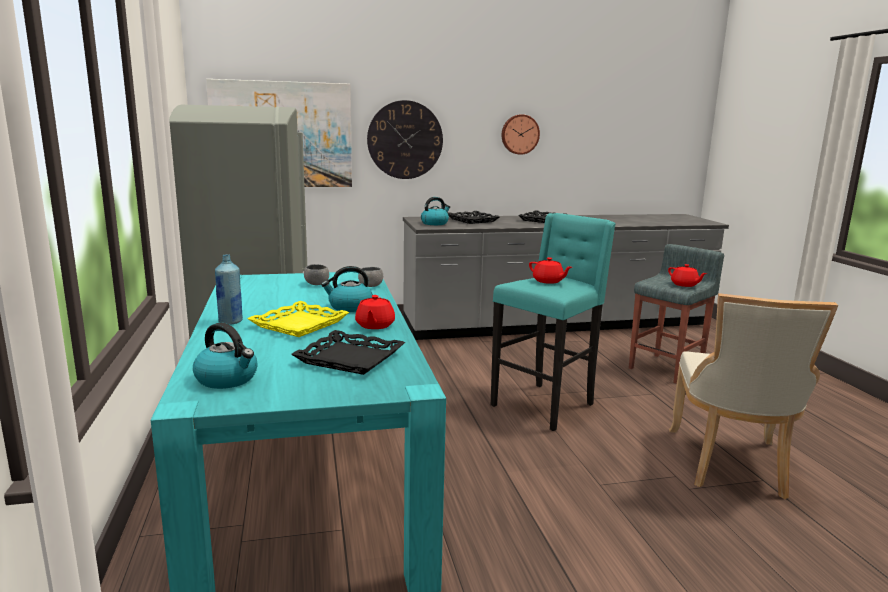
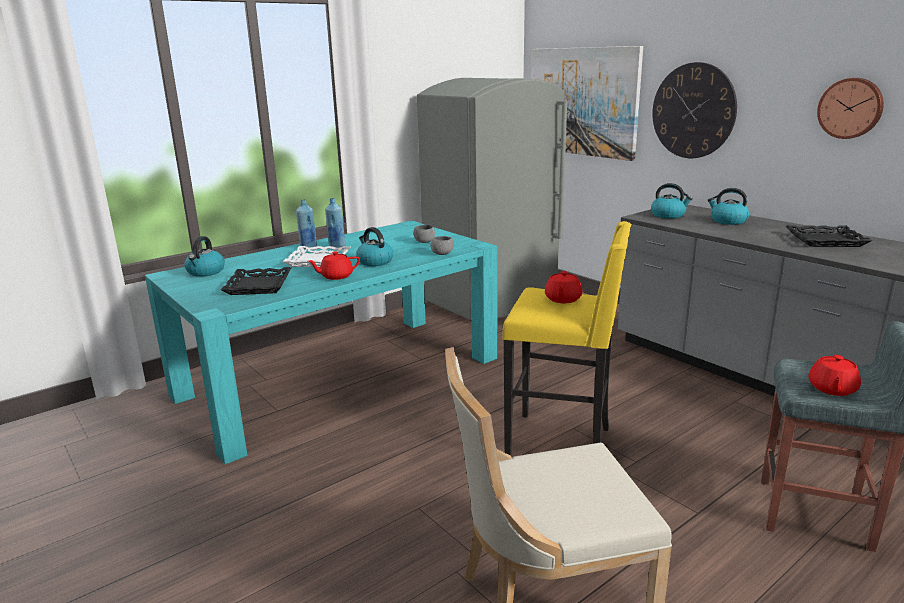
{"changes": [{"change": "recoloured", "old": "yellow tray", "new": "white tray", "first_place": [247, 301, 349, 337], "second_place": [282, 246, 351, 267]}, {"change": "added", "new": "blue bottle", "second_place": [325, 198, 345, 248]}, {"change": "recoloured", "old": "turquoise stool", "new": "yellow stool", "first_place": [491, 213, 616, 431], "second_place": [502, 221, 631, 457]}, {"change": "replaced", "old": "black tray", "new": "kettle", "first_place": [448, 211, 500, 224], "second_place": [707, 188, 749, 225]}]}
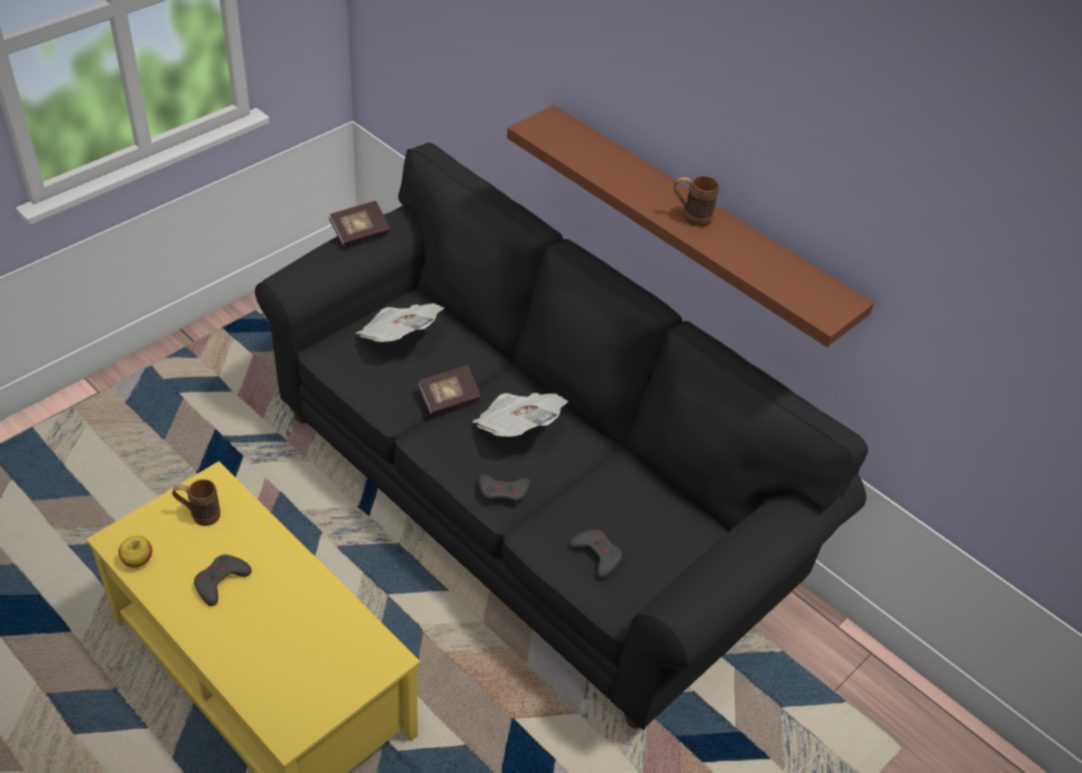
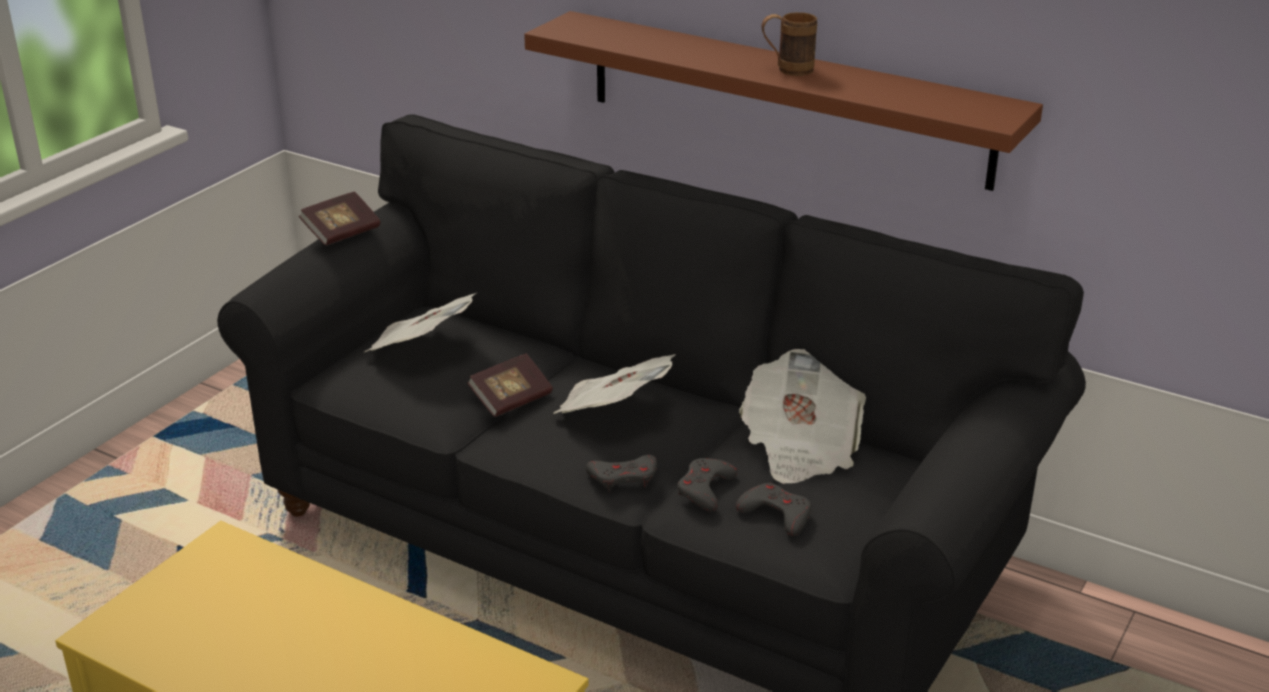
{"changes": [{"change": "moved", "old": "grey game controller", "first_place": [194, 554, 252, 606], "second_place": [678, 458, 737, 511]}, {"change": "added", "new": "newspaper", "second_place": [739, 349, 866, 484]}, {"change": "removed", "old": "apple", "first_place": [119, 536, 152, 568]}, {"change": "removed", "old": "brown mug", "first_place": [172, 479, 220, 526]}]}
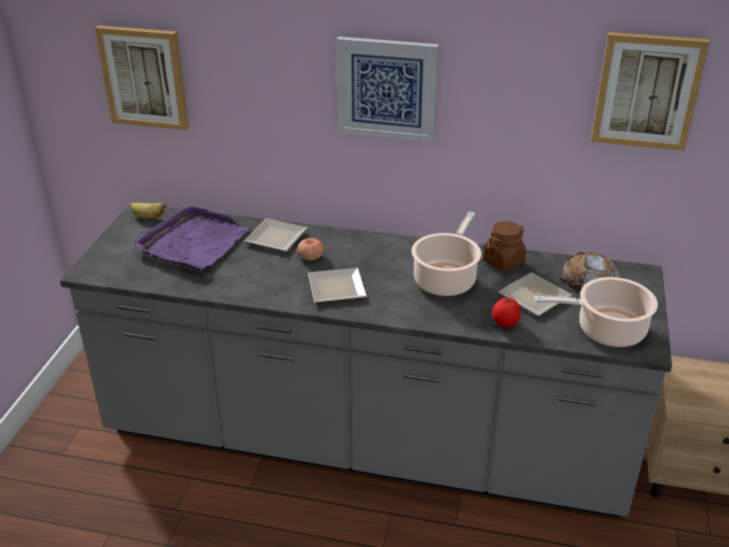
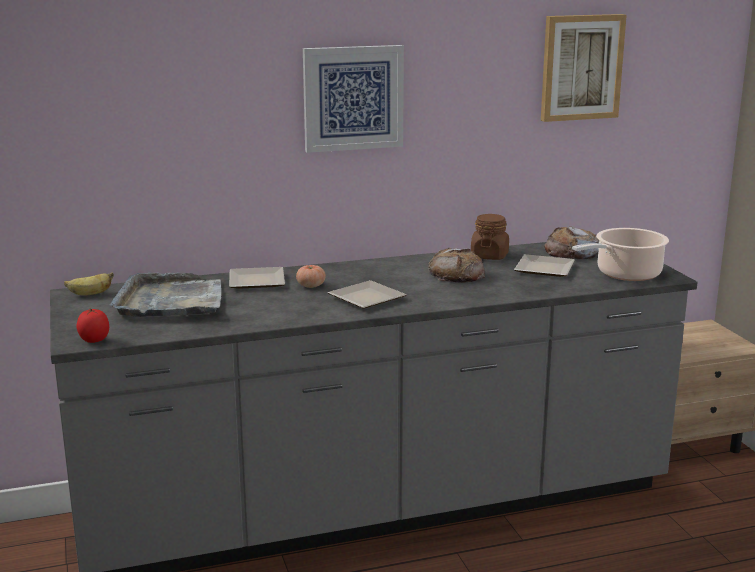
{"changes": [{"change": "moved", "old": "tomato", "first_place": [492, 297, 520, 327], "second_place": [76, 309, 109, 343]}, {"change": "recoloured", "old": "purple tray", "new": "grey tray", "first_place": [134, 206, 249, 271], "second_place": [110, 272, 221, 317]}, {"change": "replaced", "old": "cooking pot", "new": "bread", "first_place": [412, 212, 481, 296], "second_place": [428, 248, 485, 283]}, {"change": "removed", "old": "picture", "first_place": [95, 25, 189, 130]}]}
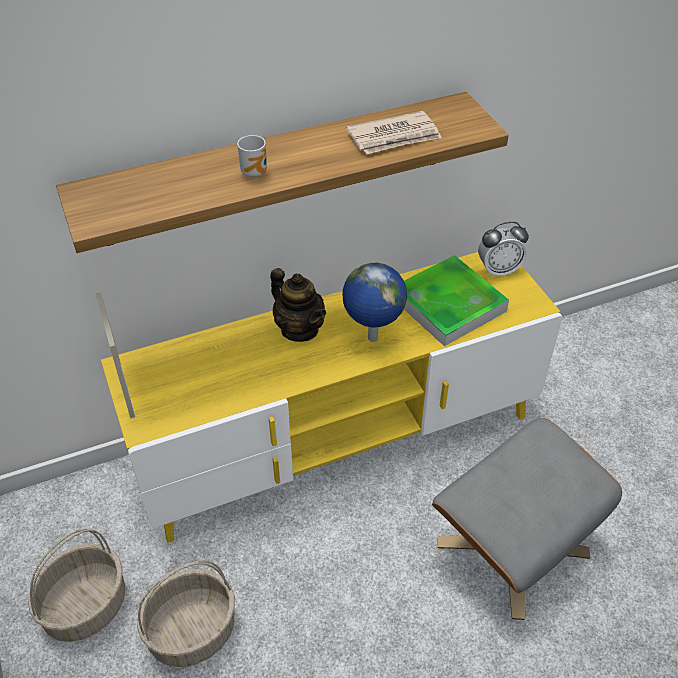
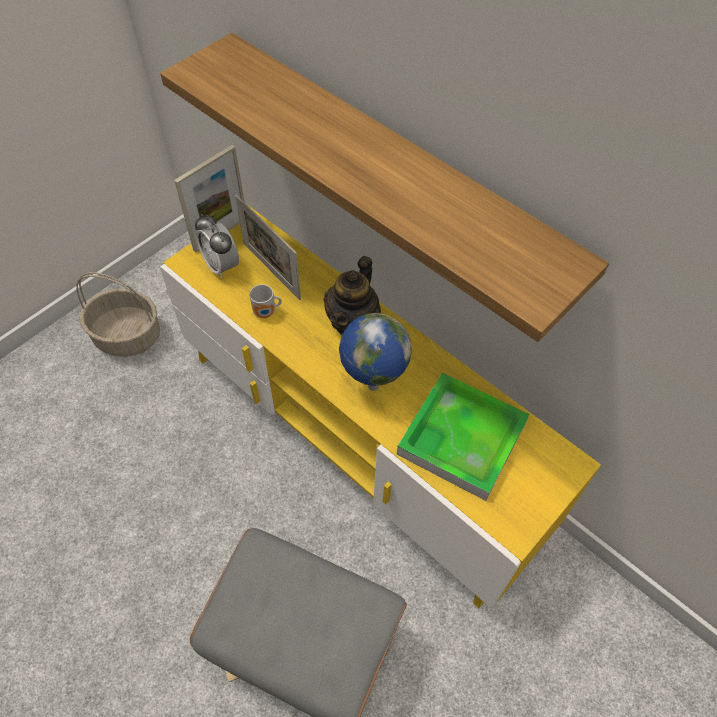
{"changes": [{"change": "moved", "old": "alarm clock", "first_place": [478, 222, 529, 277], "second_place": [195, 214, 239, 278]}, {"change": "added", "new": "picture frame", "second_place": [235, 195, 301, 300]}, {"change": "moved", "old": "mug", "first_place": [237, 135, 267, 178], "second_place": [249, 284, 282, 318]}, {"change": "removed", "old": "basket", "first_place": [137, 560, 235, 667]}, {"change": "removed", "old": "newspaper", "first_place": [346, 111, 442, 154]}]}
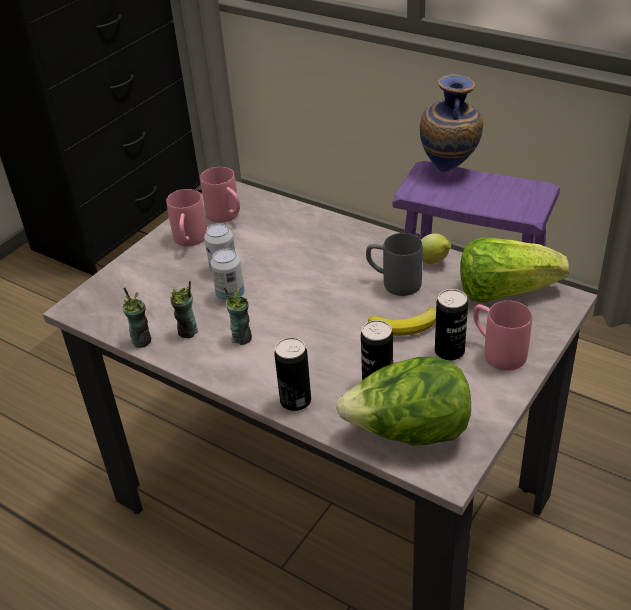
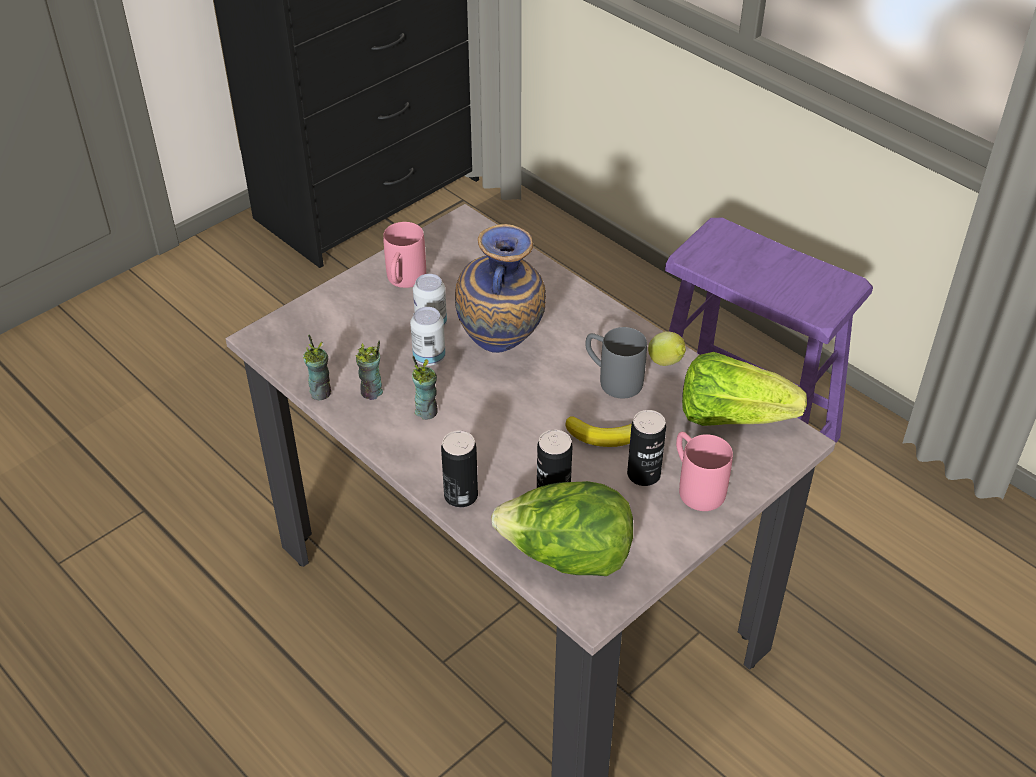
{"changes": [{"change": "moved", "old": "vase", "first_place": [420, 74, 483, 172], "second_place": [455, 224, 546, 353]}, {"change": "removed", "old": "pink mug", "first_place": [200, 167, 240, 222]}]}
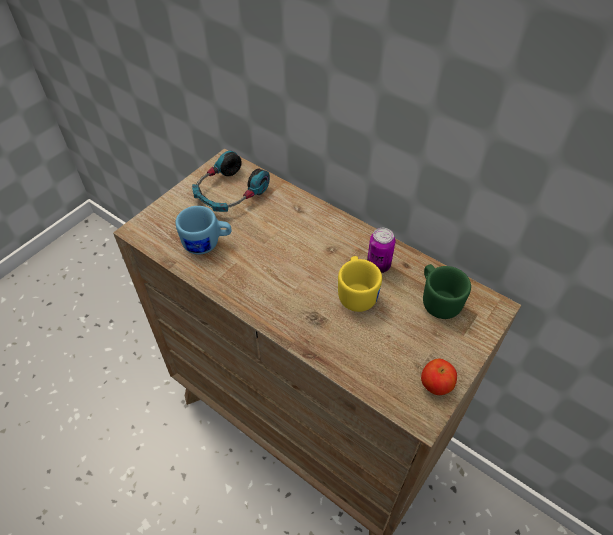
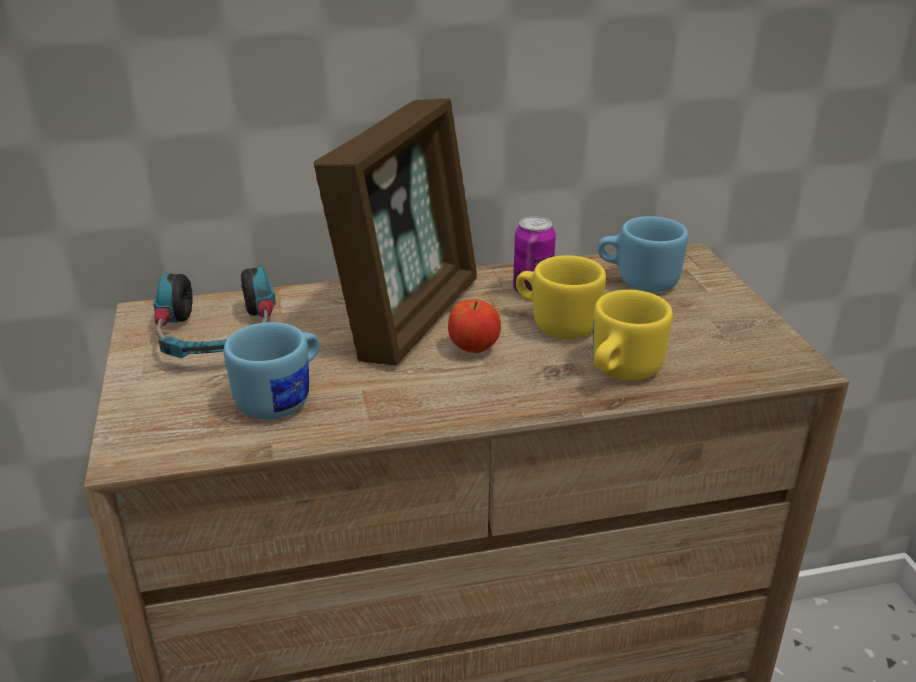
{"changes": [{"change": "added", "new": "picture frame", "second_place": [314, 98, 477, 365]}, {"change": "moved", "old": "apple", "first_place": [421, 359, 457, 395], "second_place": [448, 299, 501, 353]}, {"change": "added", "new": "yellow mug", "second_place": [593, 290, 673, 380]}, {"change": "recoloured", "old": "green mug", "new": "blue mug", "first_place": [423, 264, 471, 319], "second_place": [598, 216, 688, 292]}]}
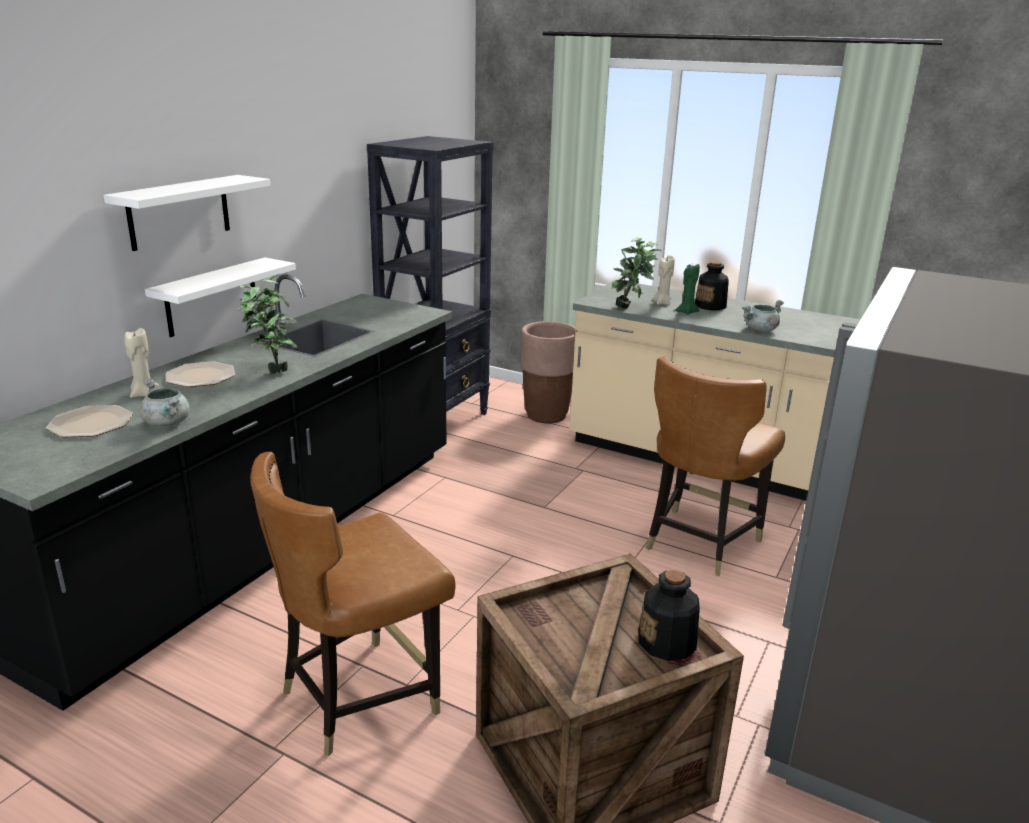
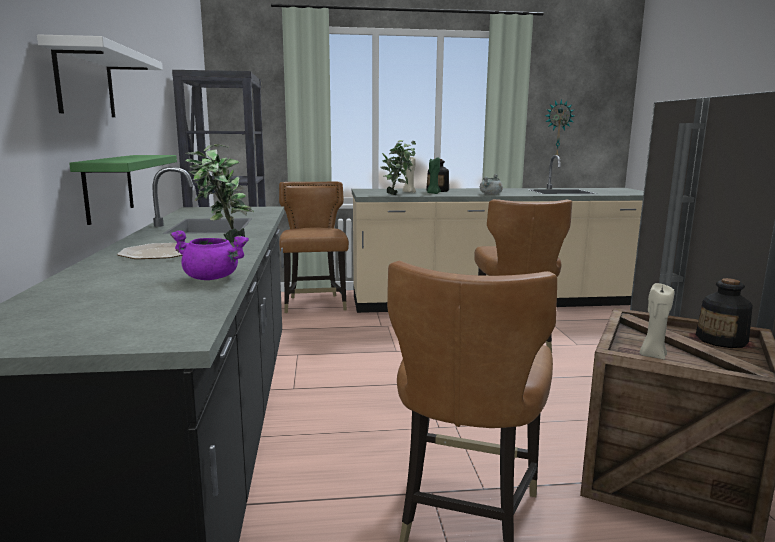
{"changes": [{"change": "recoloured", "old": "white shelf", "new": "green shelf", "first_place": [145, 257, 296, 337], "second_place": [69, 155, 177, 225]}, {"change": "recoloured", "old": "grey cooking pot", "new": "purple cooking pot", "first_place": [140, 378, 190, 426], "second_place": [170, 230, 249, 280]}, {"change": "replaced", "old": "brown planter", "new": "brown chair", "first_place": [521, 321, 577, 424], "second_place": [279, 181, 349, 313]}, {"change": "added", "new": "wall clock", "second_place": [545, 99, 574, 155]}, {"change": "moved", "old": "beige candle", "first_place": [124, 328, 160, 398], "second_place": [639, 283, 674, 359]}, {"change": "removed", "old": "plate", "first_place": [46, 405, 133, 438]}]}
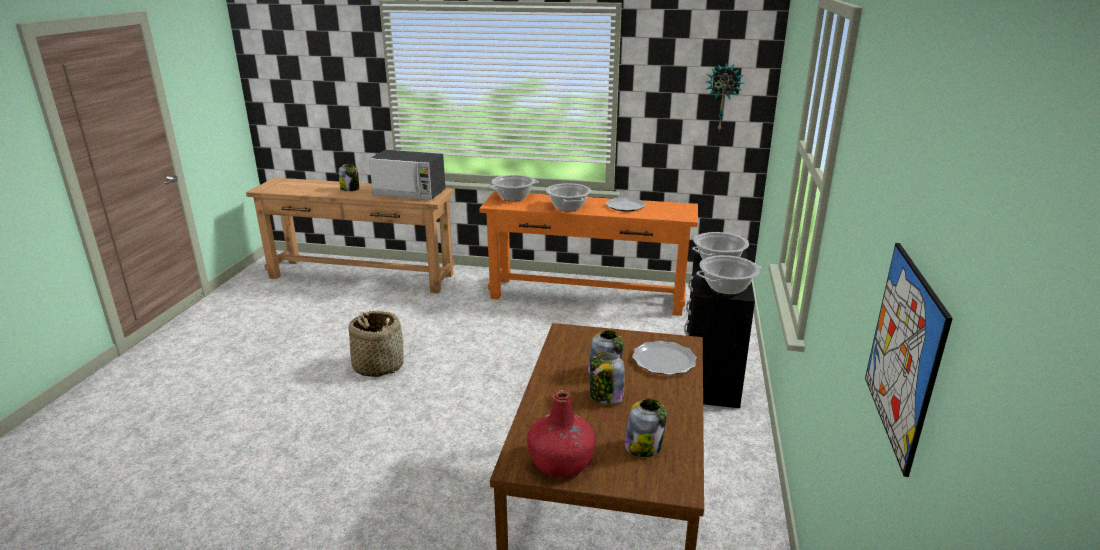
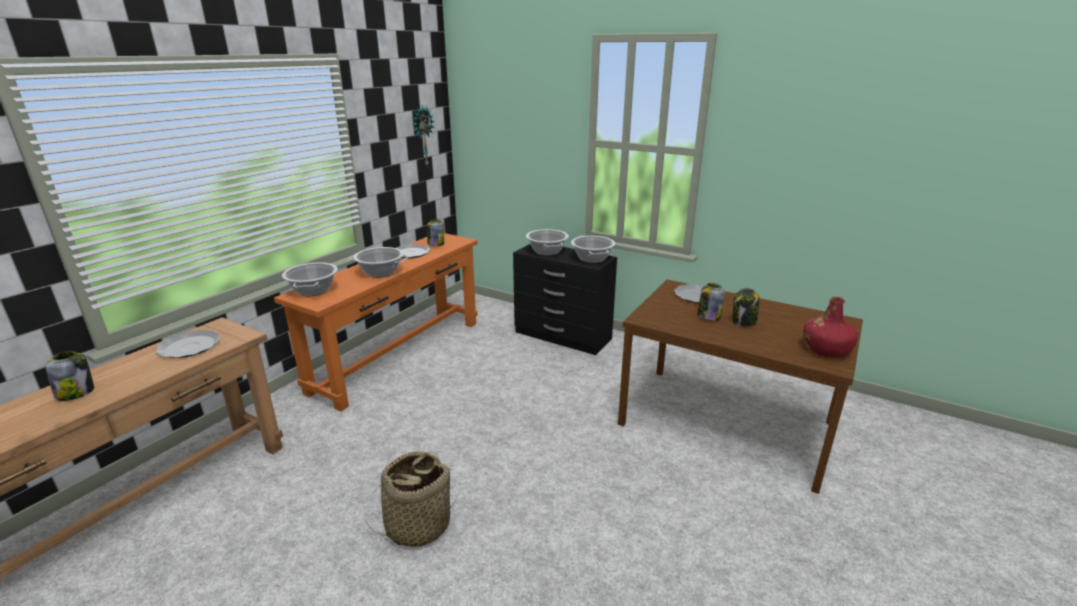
{"changes": [{"change": "replaced", "old": "microwave", "new": "plate", "first_place": [369, 150, 446, 200], "second_place": [156, 330, 221, 358]}, {"change": "moved", "old": "jar", "first_place": [625, 399, 667, 457], "second_place": [427, 219, 444, 246]}, {"change": "removed", "old": "picture", "first_place": [865, 243, 953, 477]}]}
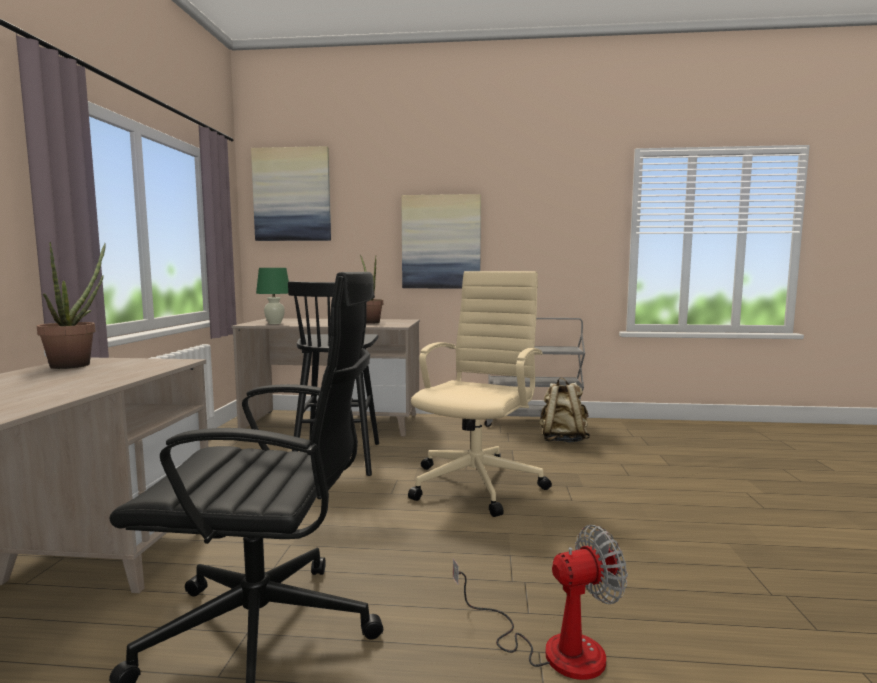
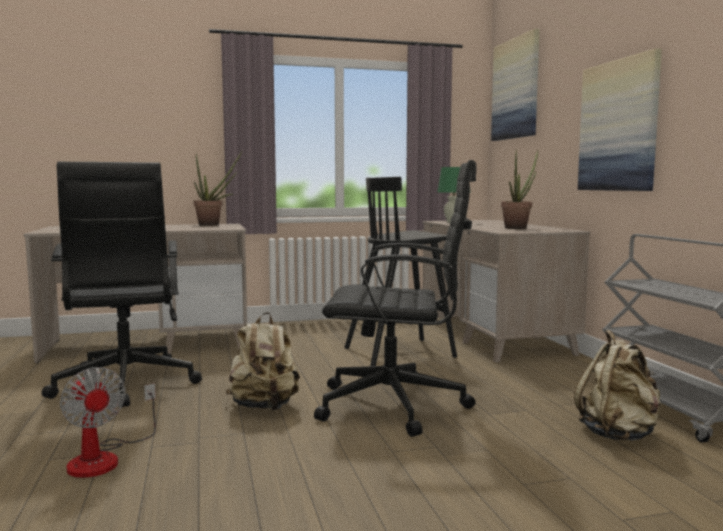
{"changes": [{"change": "added", "new": "beige backpack", "second_place": [226, 312, 300, 411]}, {"change": "recoloured", "old": "beige office chair", "new": "black office chair", "first_place": [408, 271, 552, 517], "second_place": [314, 160, 476, 437]}]}
